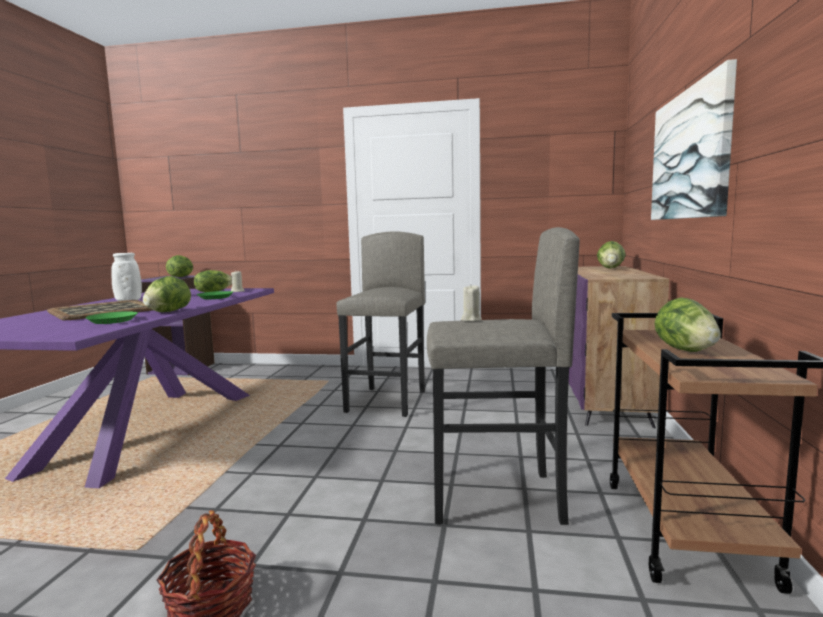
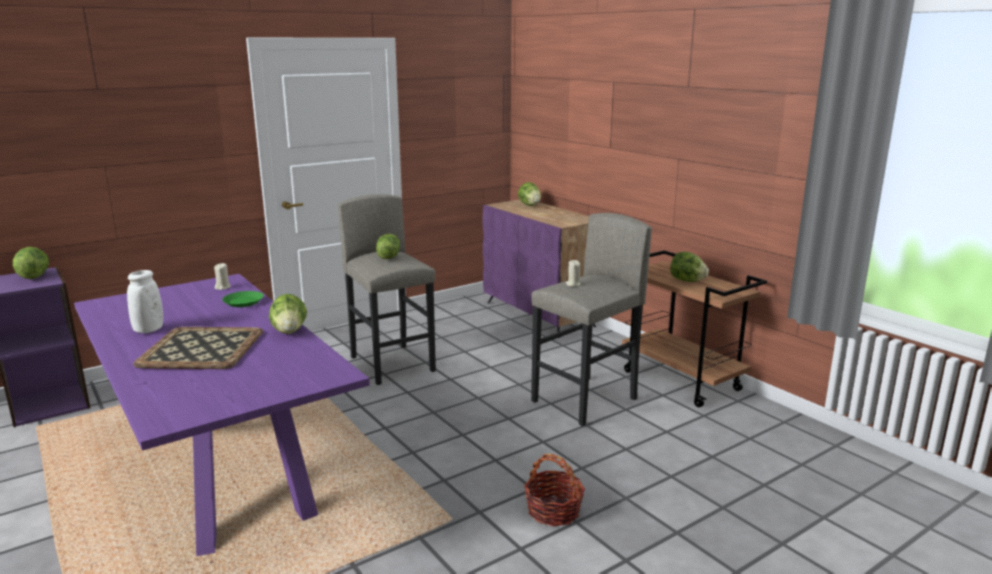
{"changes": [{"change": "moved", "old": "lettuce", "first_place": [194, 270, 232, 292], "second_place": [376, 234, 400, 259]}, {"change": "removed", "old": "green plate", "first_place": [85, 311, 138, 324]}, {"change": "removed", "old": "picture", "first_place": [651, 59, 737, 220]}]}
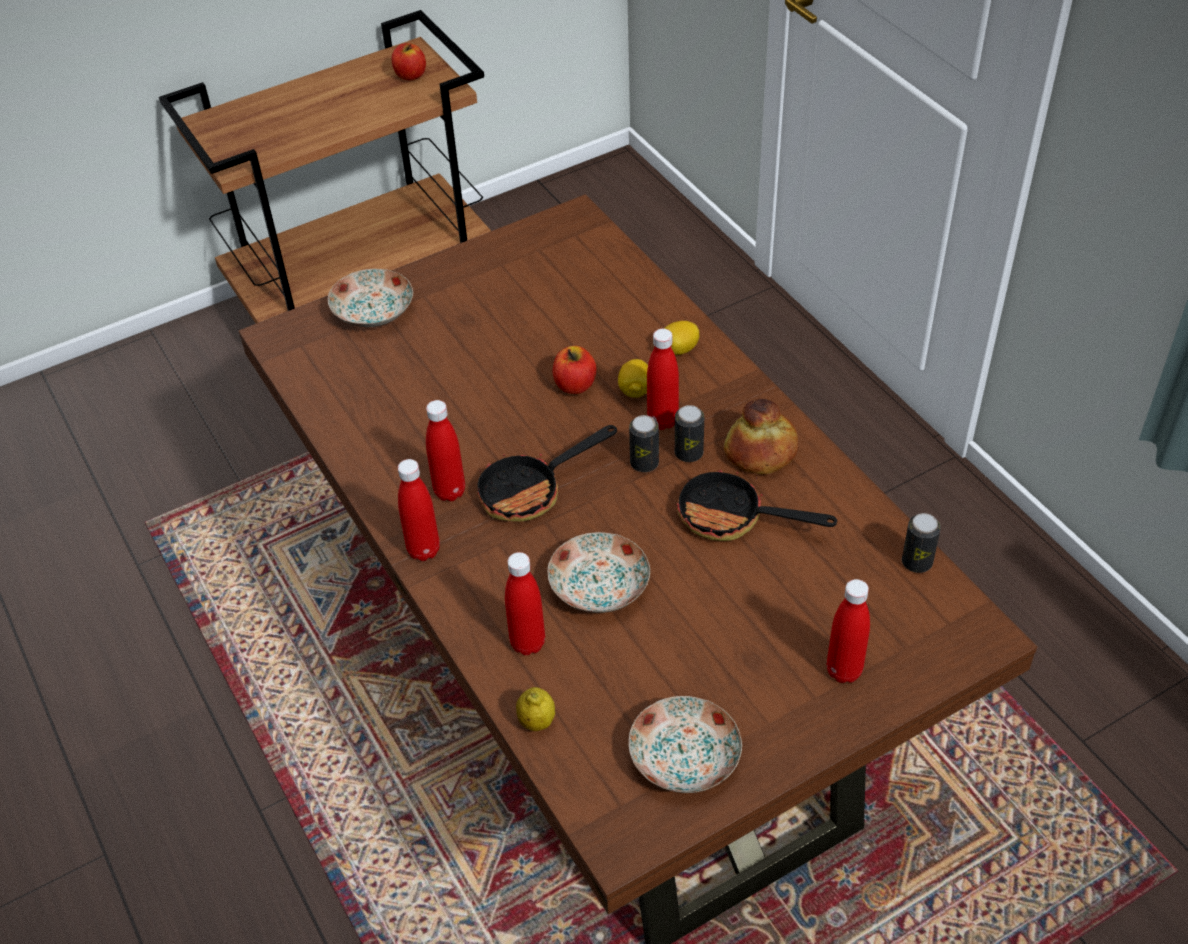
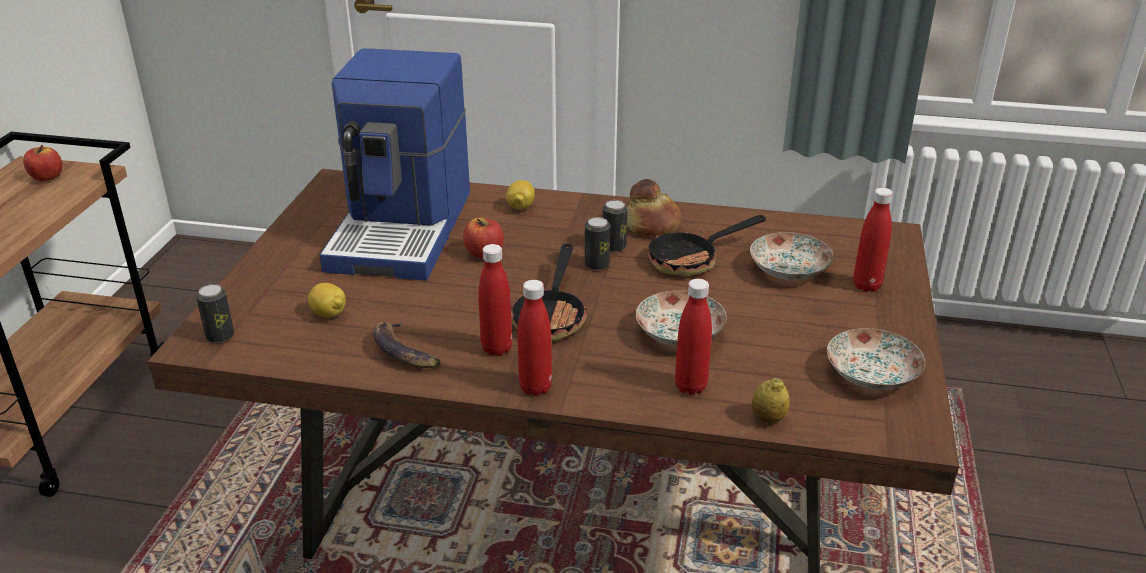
{"changes": [{"change": "moved", "old": "can", "first_place": [902, 513, 941, 573], "second_place": [196, 284, 234, 343]}, {"change": "moved", "old": "lemon", "first_place": [618, 359, 648, 398], "second_place": [308, 283, 346, 318]}, {"change": "added", "new": "coffee machine", "second_place": [320, 48, 470, 281]}, {"change": "added", "new": "banana", "second_place": [373, 321, 441, 368]}, {"change": "moved", "old": "plate", "first_place": [328, 269, 413, 327], "second_place": [750, 232, 833, 280]}, {"change": "removed", "old": "red bottle", "first_place": [647, 329, 679, 430]}]}
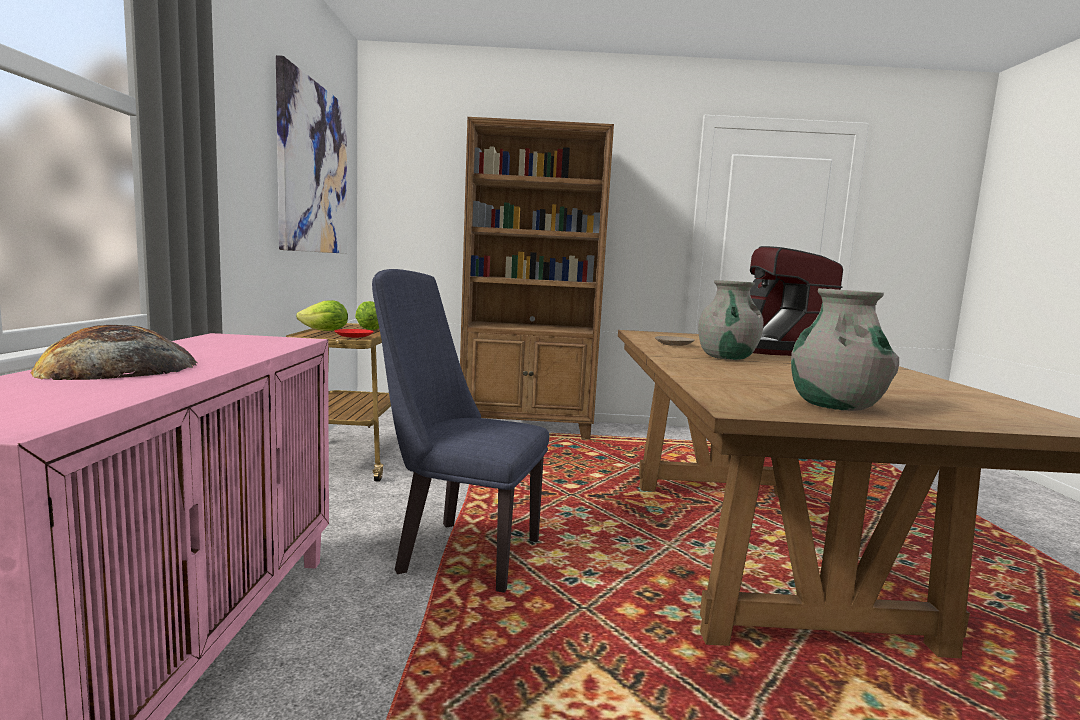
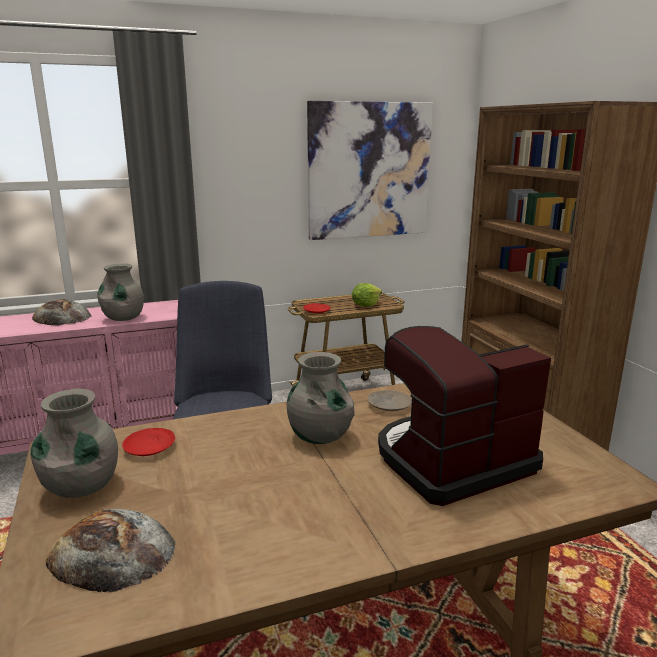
{"changes": [{"change": "added", "new": "bread", "second_place": [46, 509, 175, 592]}, {"change": "added", "new": "grey vase", "second_place": [97, 263, 144, 321]}, {"change": "added", "new": "red plate", "second_place": [122, 428, 175, 456]}, {"change": "removed", "old": "lettuce", "first_place": [296, 300, 348, 331]}]}
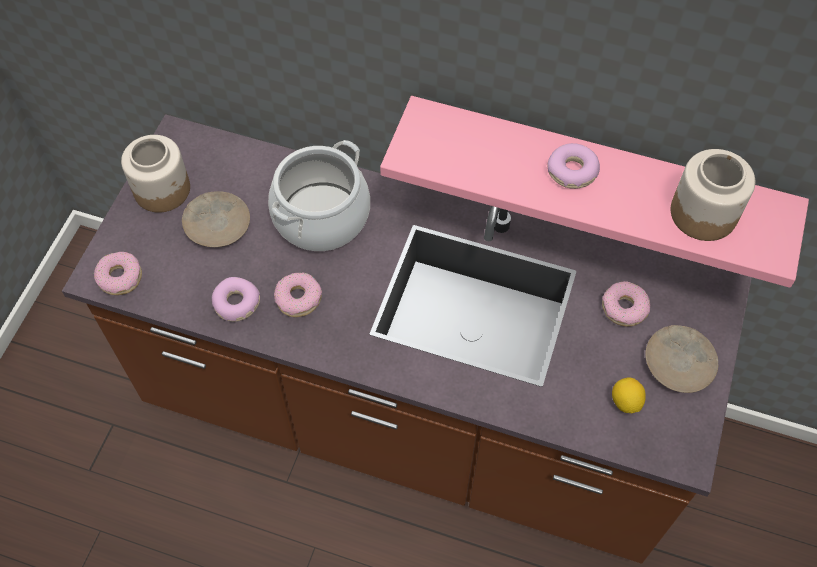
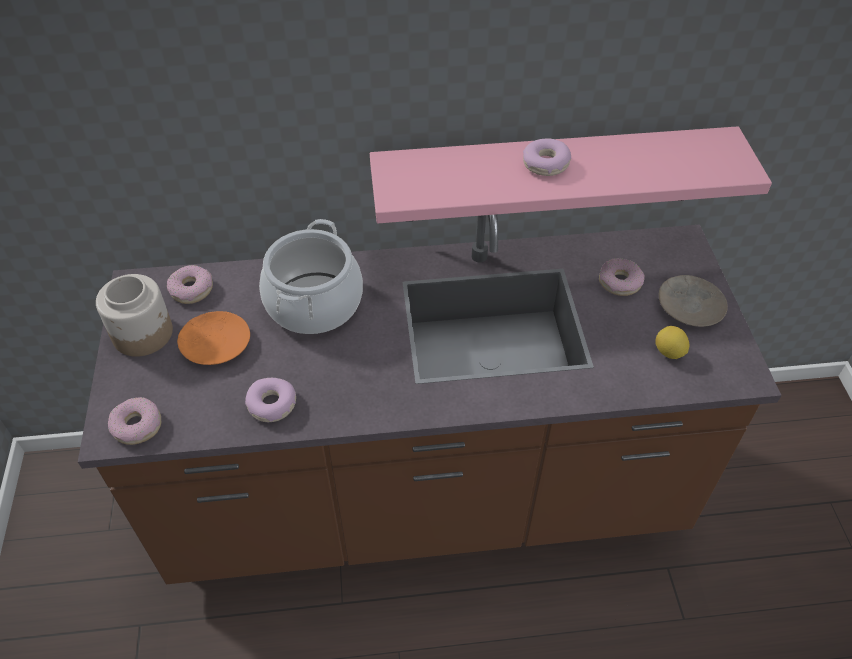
{"changes": [{"change": "moved", "old": "donut", "first_place": [274, 273, 322, 317], "second_place": [167, 265, 213, 304]}, {"change": "recoloured", "old": "beige plate", "new": "orange plate", "first_place": [182, 191, 250, 247], "second_place": [177, 311, 250, 365]}, {"change": "removed", "old": "jar", "first_place": [671, 149, 755, 241]}]}
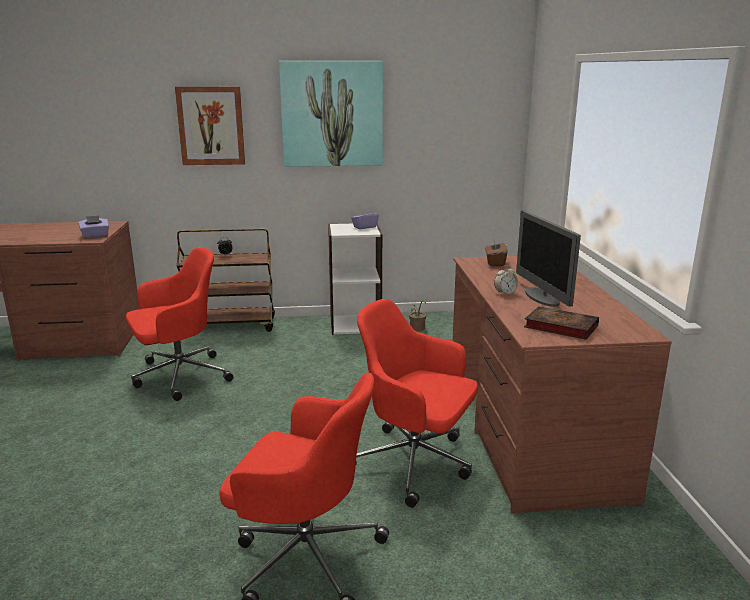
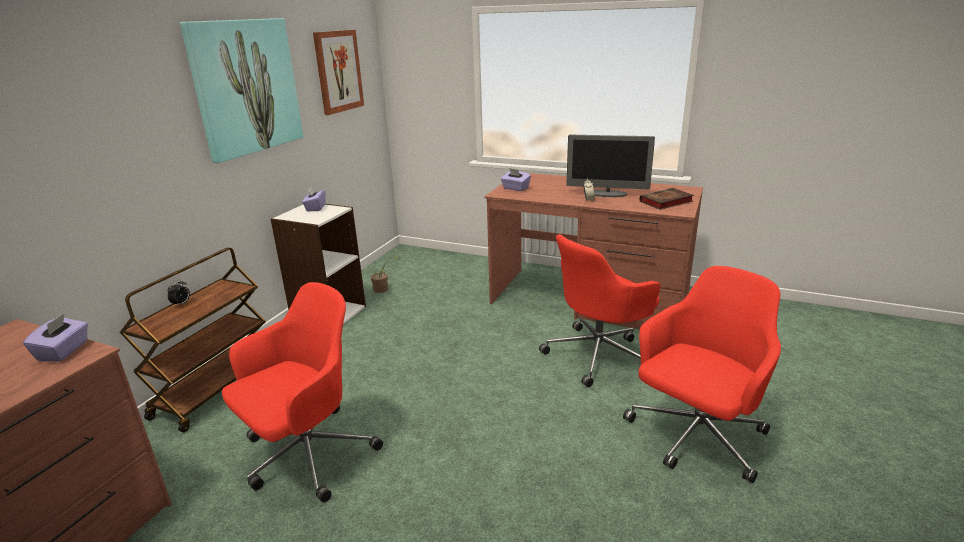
{"changes": [{"change": "turned", "old": "red office chair", "first_place": [126, 247, 233, 401], "second_place": [222, 282, 383, 502], "degrees": 45}, {"change": "moved", "old": "picture", "first_place": [175, 87, 245, 165], "second_place": [313, 30, 364, 115]}, {"change": "recoloured", "old": "brown tissue box", "new": "purple tissue box", "first_place": [485, 240, 508, 266], "second_place": [501, 168, 531, 191]}]}
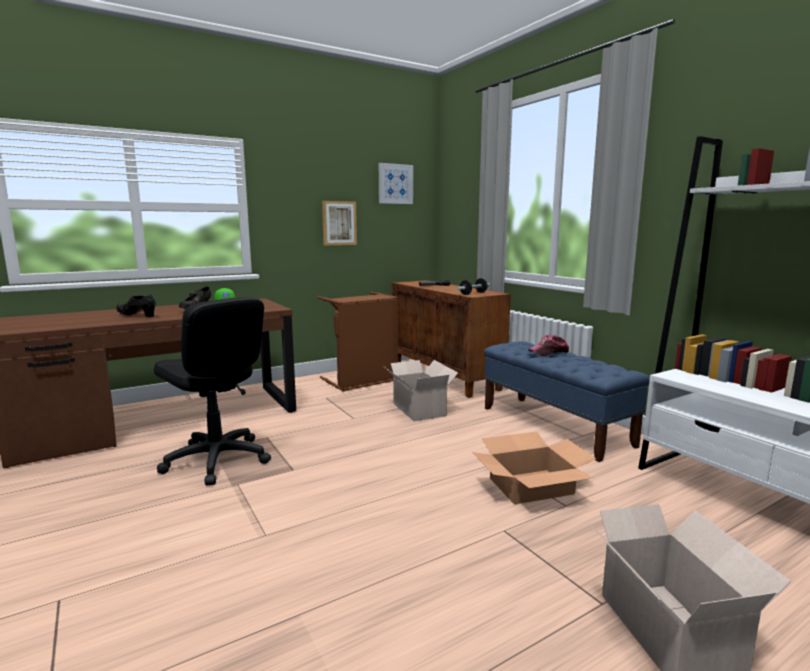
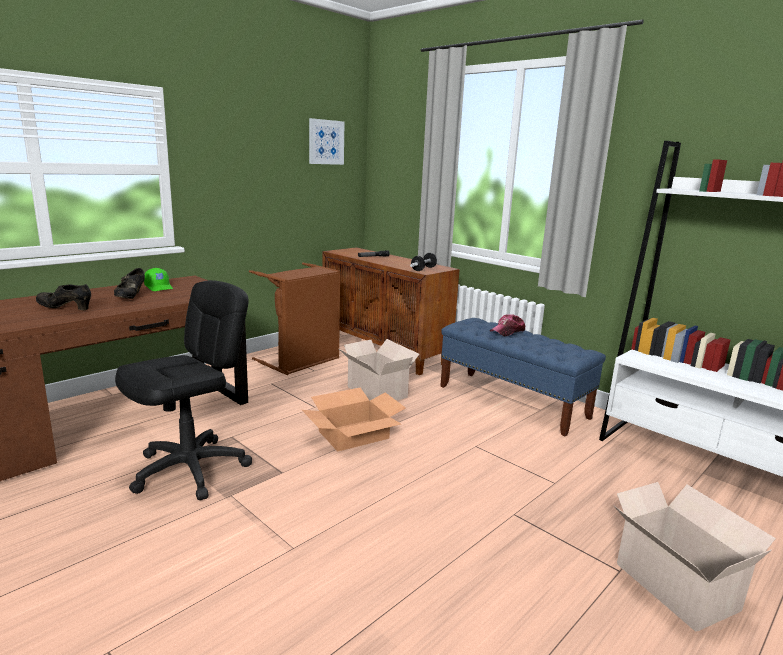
{"changes": [{"change": "turned", "old": "black office chair", "first_place": [154, 297, 271, 486], "second_place": [115, 280, 252, 500], "degrees": -75}, {"change": "moved", "old": "cardboard box", "first_place": [472, 431, 596, 505], "second_place": [302, 387, 406, 451]}, {"change": "removed", "old": "picture", "first_place": [322, 201, 357, 245]}]}
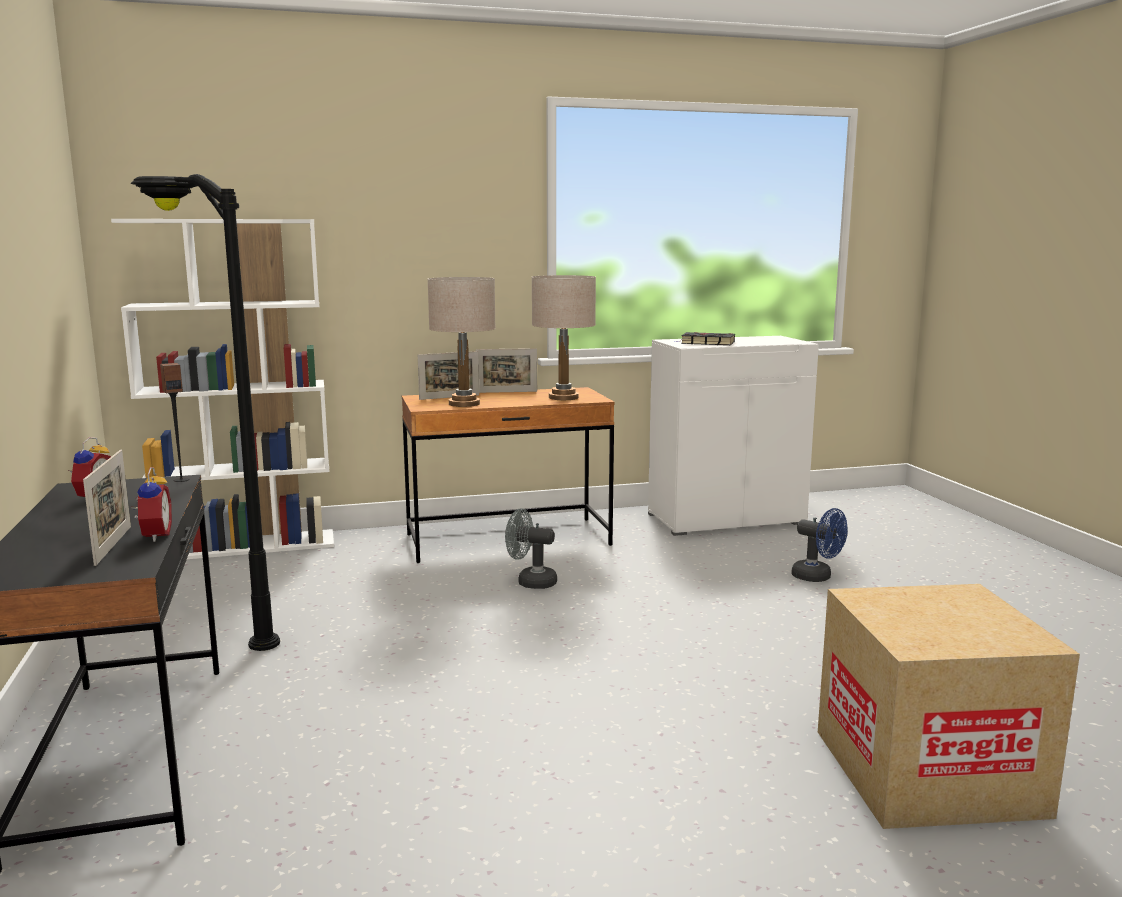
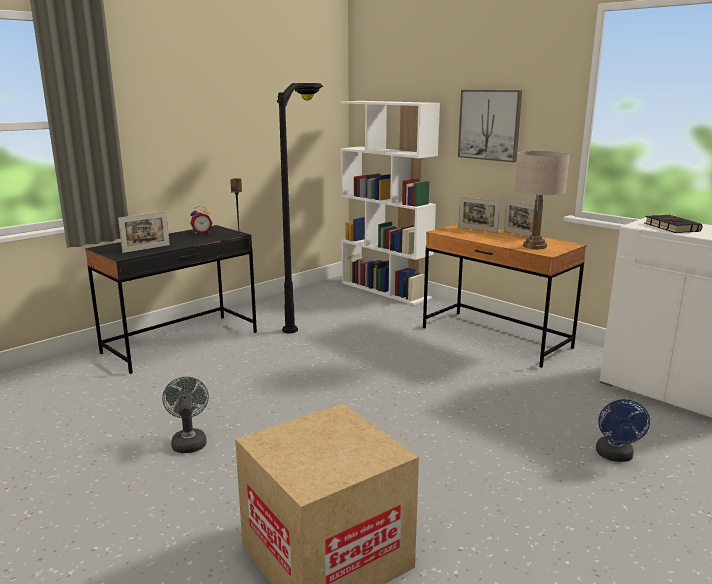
{"changes": [{"change": "moved", "old": "grey fan", "first_place": [505, 509, 557, 589], "second_place": [162, 377, 209, 453]}, {"change": "added", "new": "picture", "second_place": [458, 90, 522, 163]}, {"change": "removed", "old": "alarm clock", "first_place": [130, 467, 172, 542]}, {"change": "removed", "old": "beige table lamp", "first_place": [427, 277, 496, 407]}]}
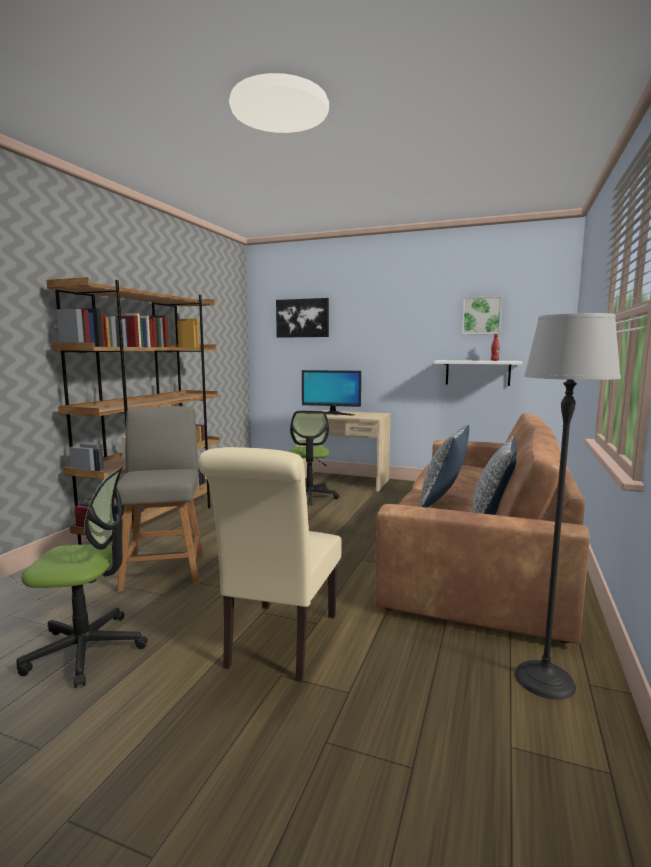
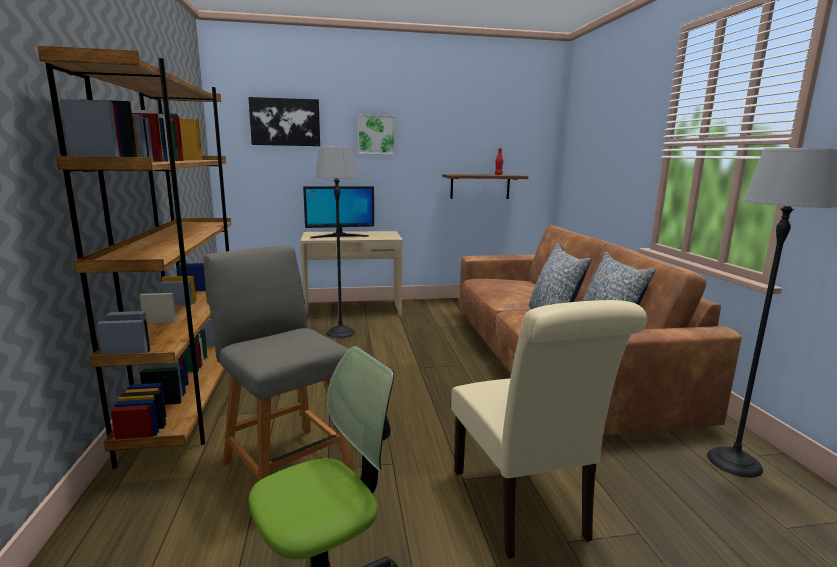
{"changes": [{"change": "replaced", "old": "office chair", "new": "floor lamp", "first_place": [290, 411, 339, 505], "second_place": [315, 146, 358, 338]}, {"change": "moved", "old": "picture", "first_place": [462, 296, 502, 334], "second_place": [357, 115, 395, 154]}, {"change": "recoloured", "old": "white shelf", "new": "brown shelf", "first_place": [434, 360, 522, 386], "second_place": [442, 174, 528, 199]}]}
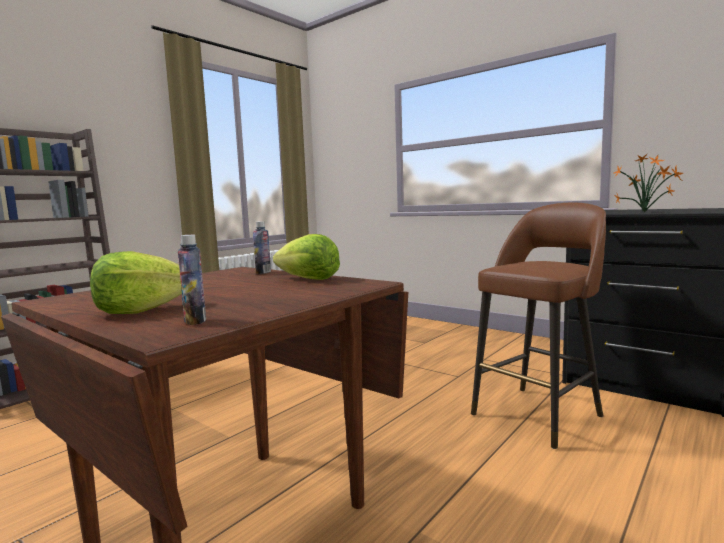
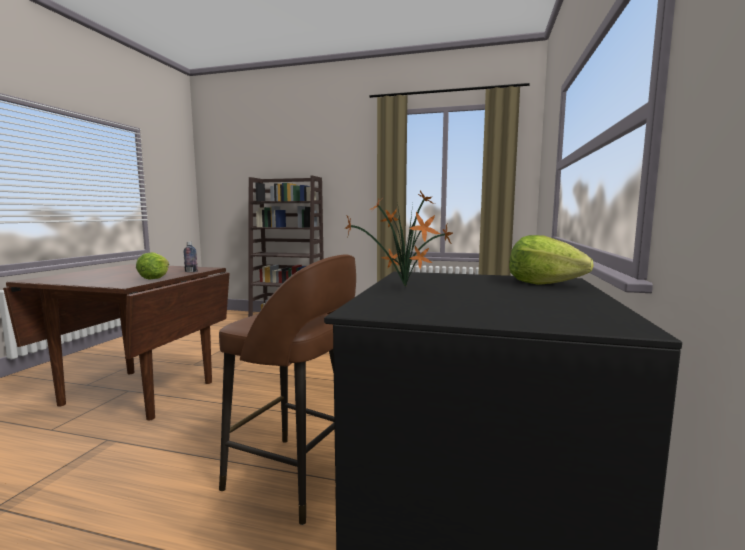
{"changes": [{"change": "moved", "old": "lettuce", "first_place": [90, 251, 182, 314], "second_place": [509, 235, 594, 285]}, {"change": "removed", "old": "bottle", "first_place": [178, 235, 206, 325]}]}
